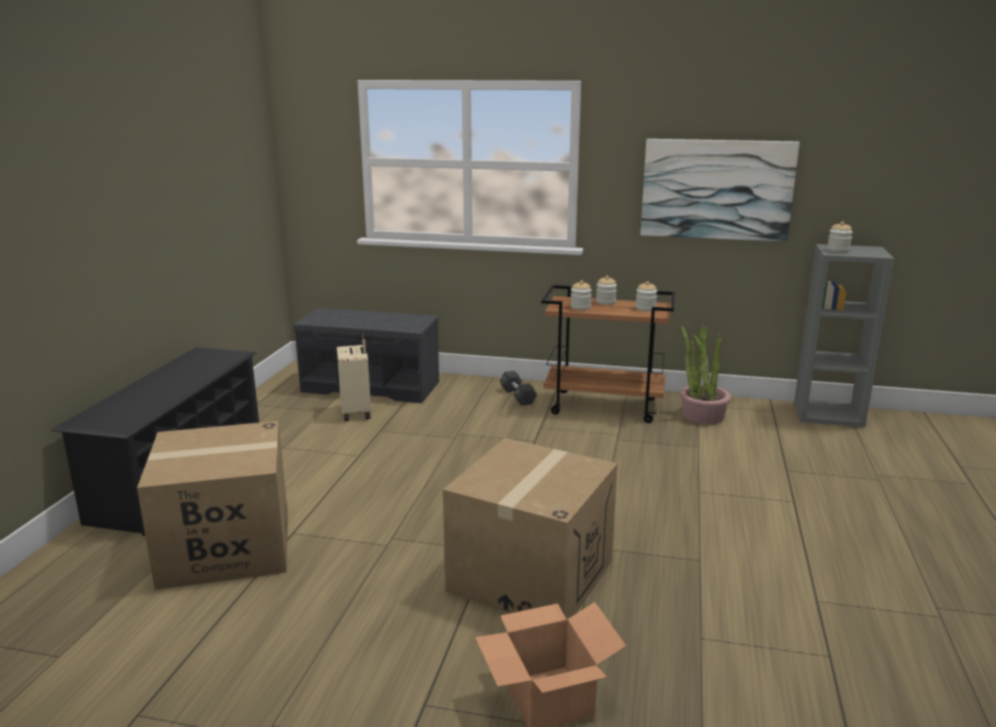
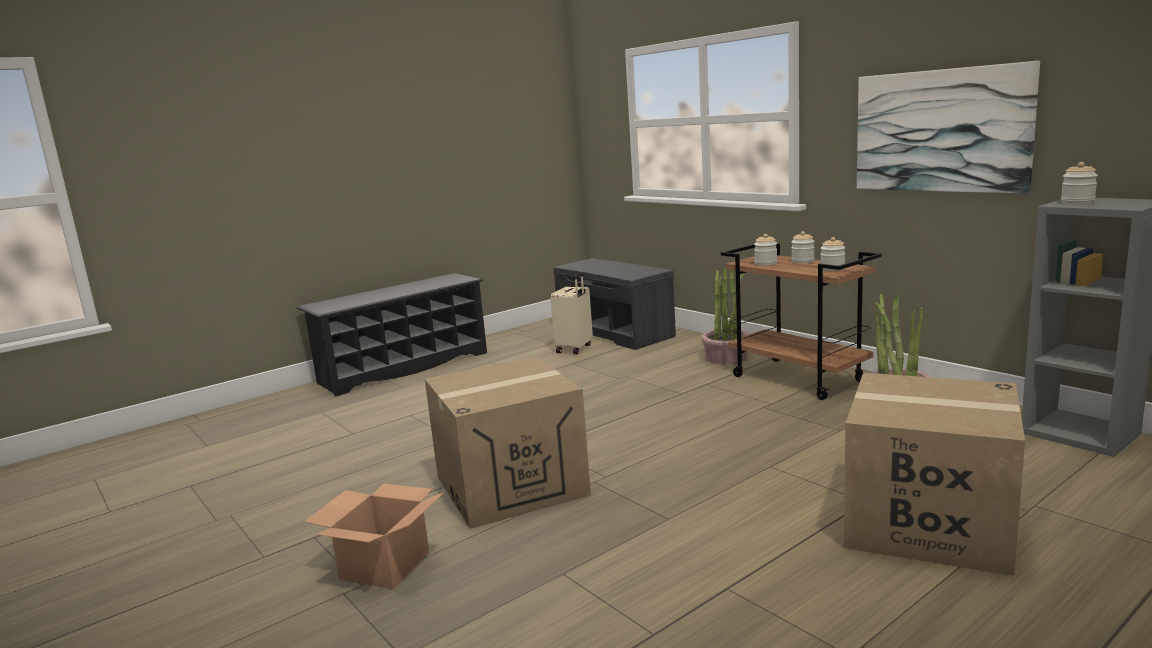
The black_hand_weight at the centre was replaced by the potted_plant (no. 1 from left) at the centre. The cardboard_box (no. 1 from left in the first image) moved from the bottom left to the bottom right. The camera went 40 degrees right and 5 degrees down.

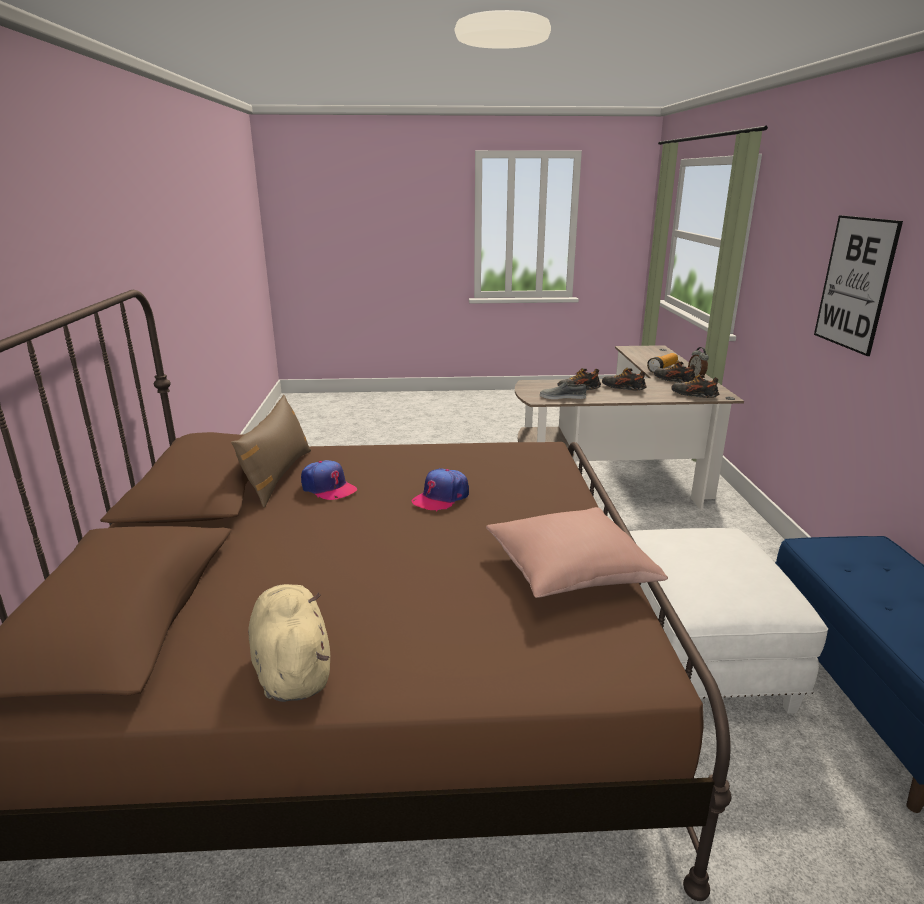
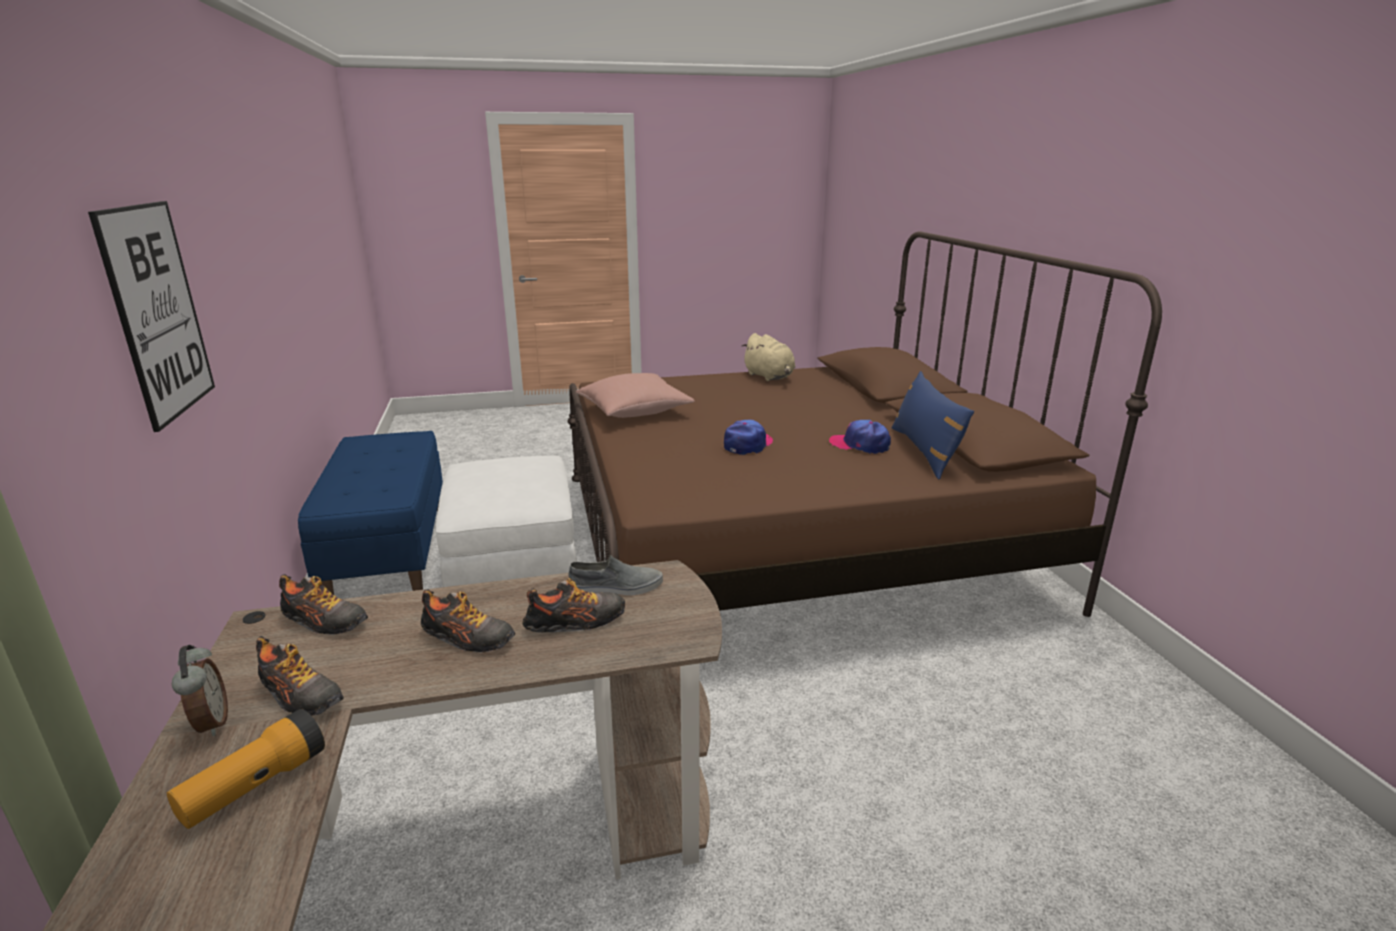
The brownish_pillow at the middle left became the blue_pillow at the middle right. The camera went 170 degrees right and 0 degrees up.

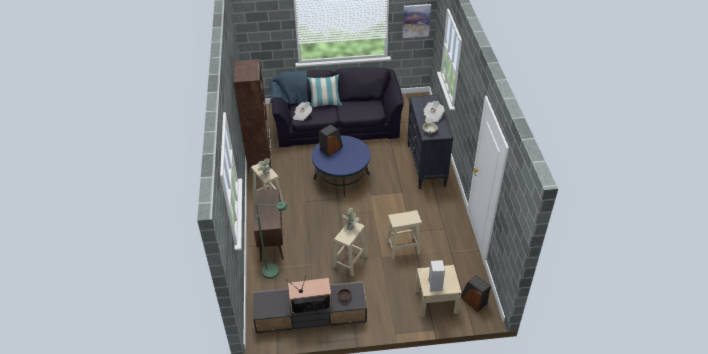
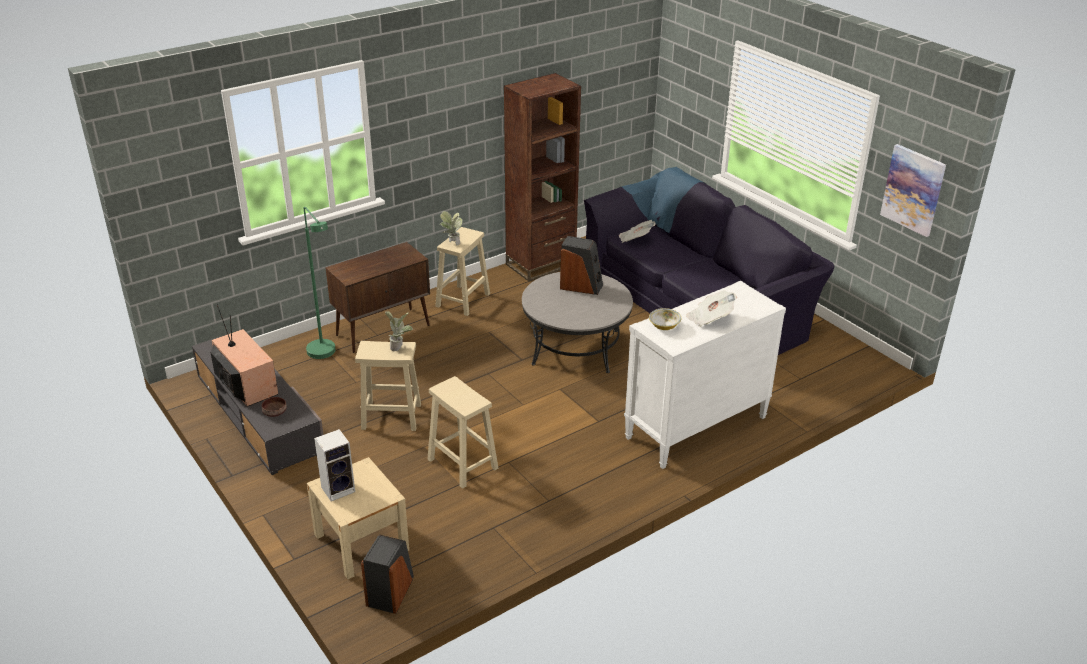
The blue_coffee_table at the centre became the gray_coffee_table at the centre. The black_dresser at the centre became the white_dresser at the centre. The pillow at the top centre disappeared. The camera went 60 degrees right and 10 degrees down.

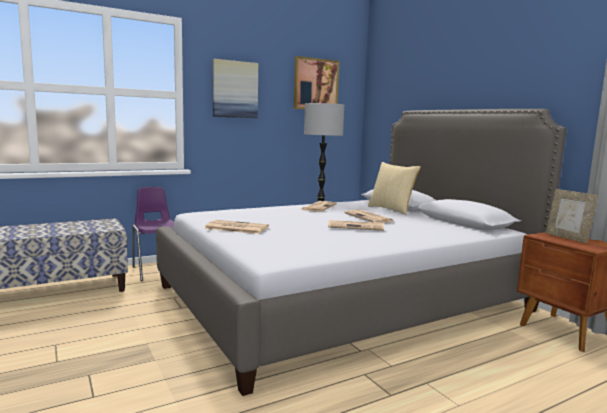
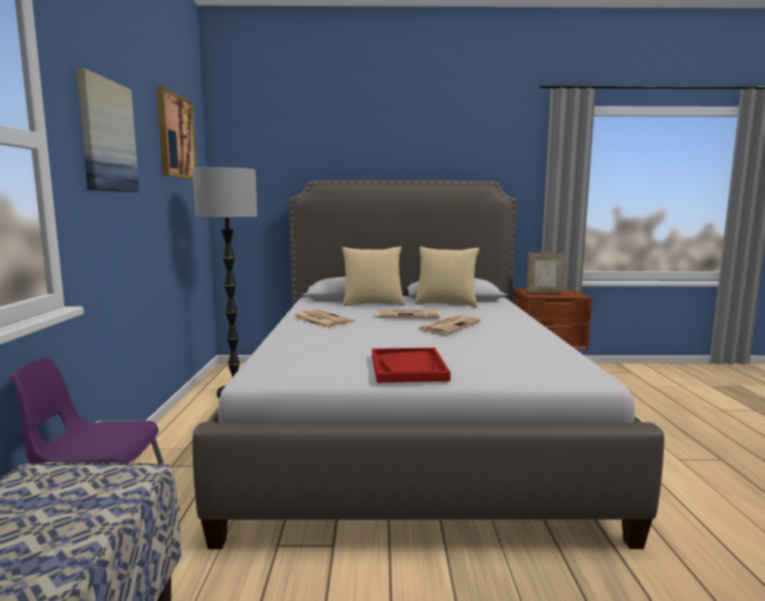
The newspaper (no. 1 from left) at the centre was replaced by the reddish_serving_tray at the centre. The pillow (no. 2 from left) at the centre appeared. The camera went 60 degrees left and 0 degrees up.

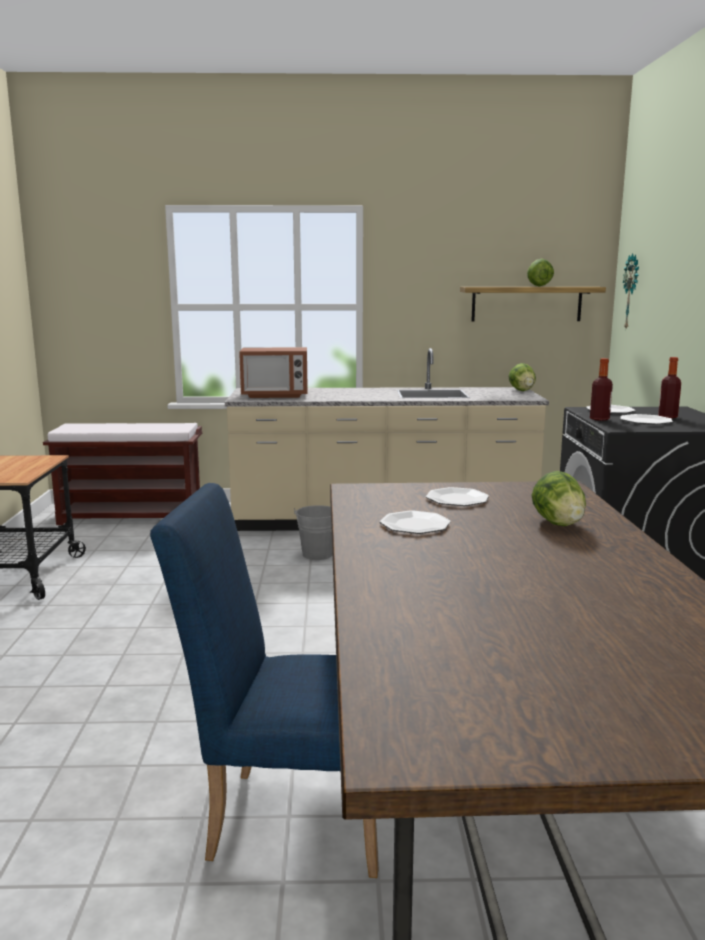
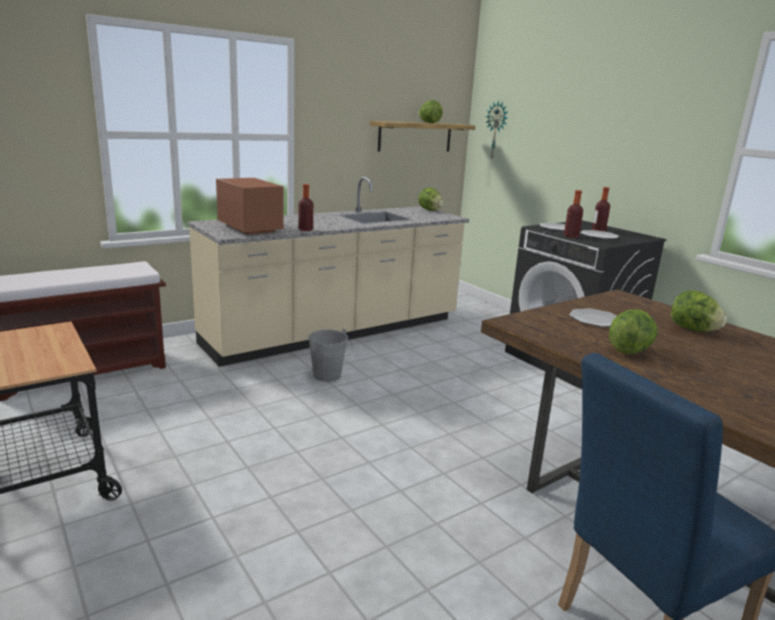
The microwave_oven at the centre turned 90 degrees counterclockwise. The drink_bottle (no. 1 from left) at the centre appeared. The dinner_plate (no. 1 from left) at the centre was replaced by the head_of_lettuce (no. 3 from left) at the middle right. The camera went 35 degrees left and 5 degrees up.

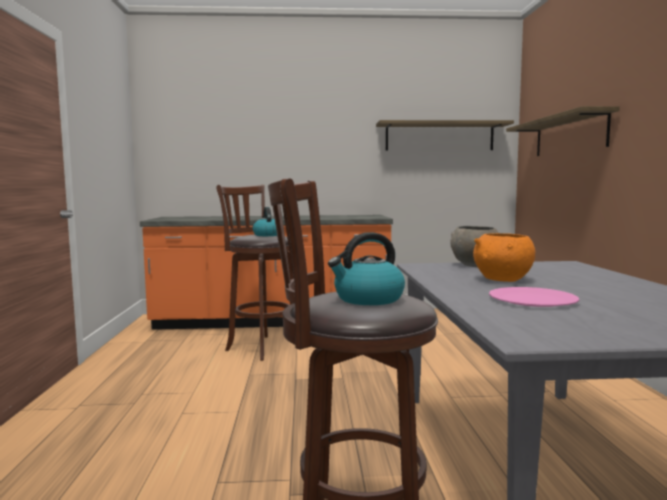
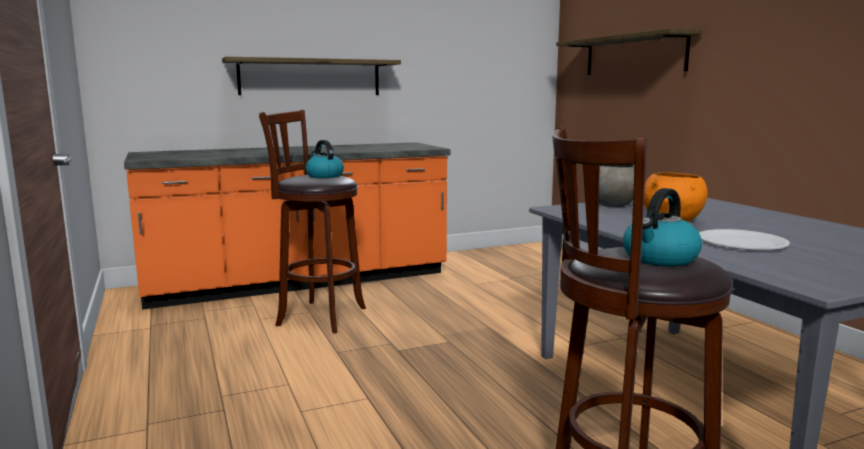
The bracket_shelf (no. 1 from left) moved from the top right to the top centre. The pink-coloured_dinner_plate at the middle right became the white_dinner_plate at the middle right. The camera went 20 degrees left and 5 degrees up.

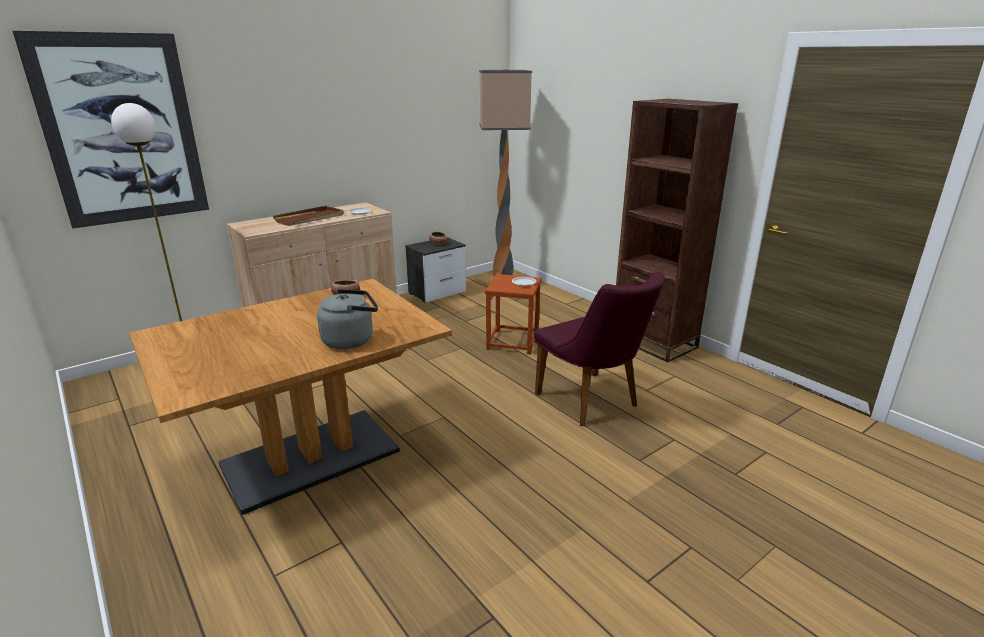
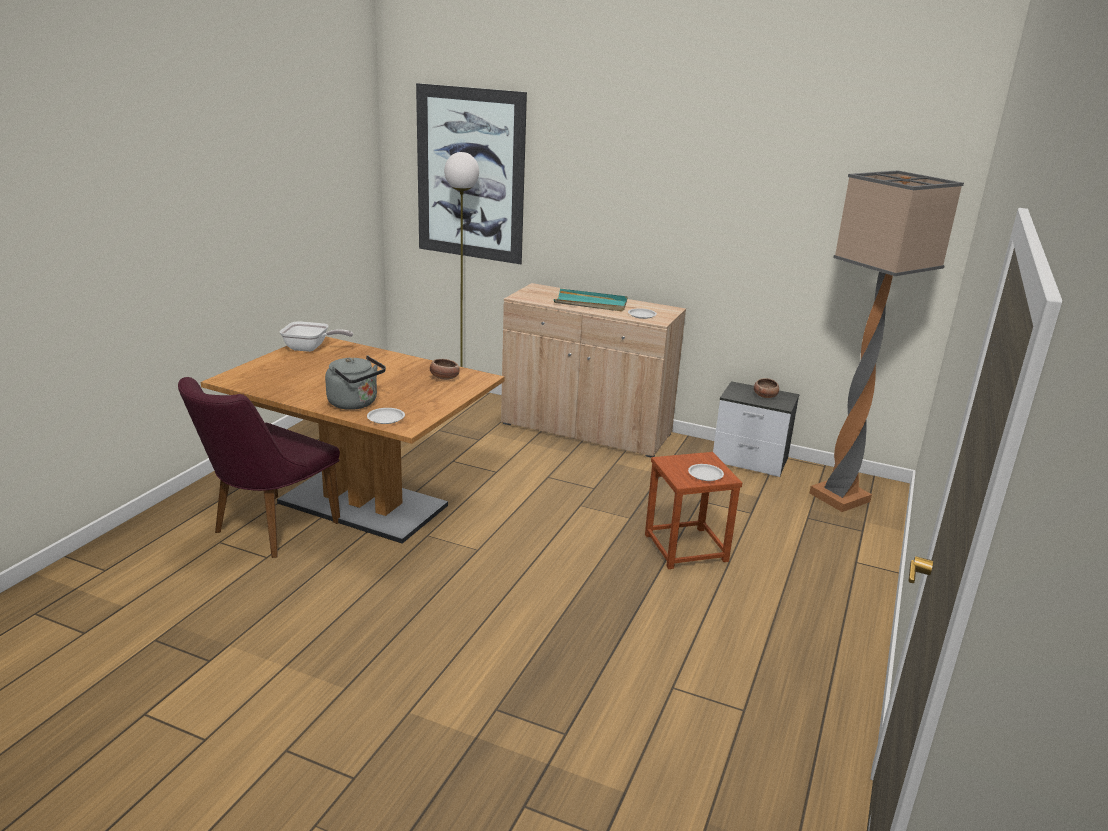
The purple_chair moved from the centre to the middle left. The pan at the middle left appeared. The white_dinner_plate (no. 1 from left) at the centre appeared. The brownish_serving_tray at the middle left became the blue-green_serving_tray at the centre. The brownish_shelving_unit at the middle right disappeared. The camera went 60 degrees right and 0 degrees up.

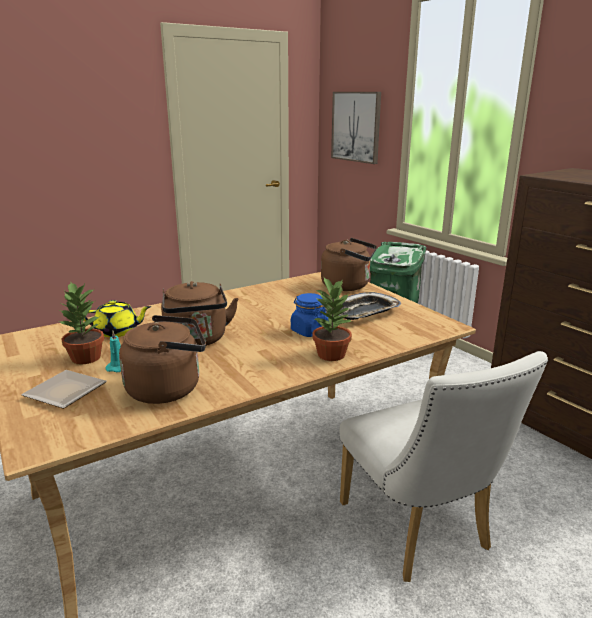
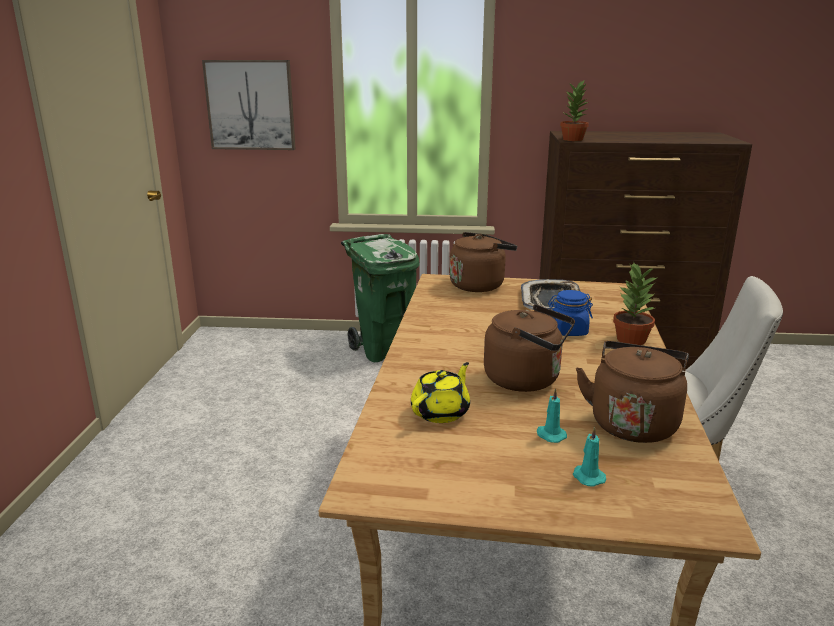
The potted_plant (no. 1 from left) moved from the middle left to the top right. The dinner_plate at the middle left was replaced by the blue-green_wax_candle (no. 2 from left) at the bottom right. The camera went 50 degrees left and 0 degrees up.

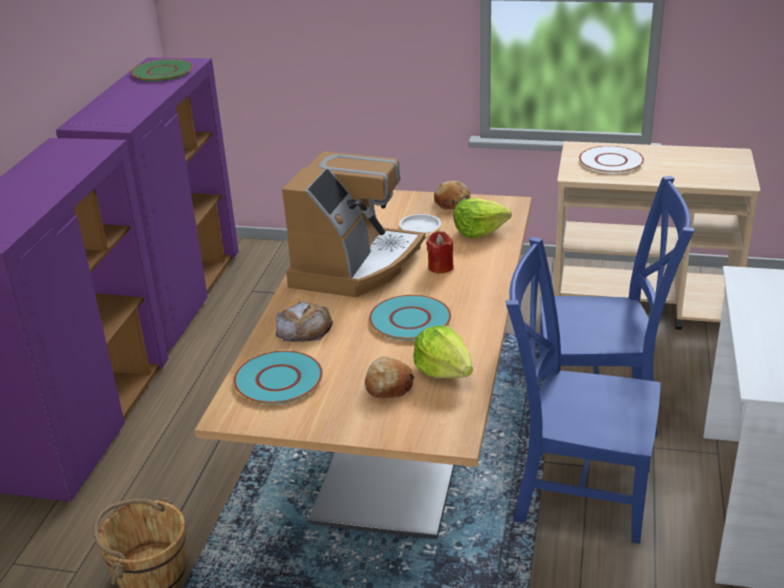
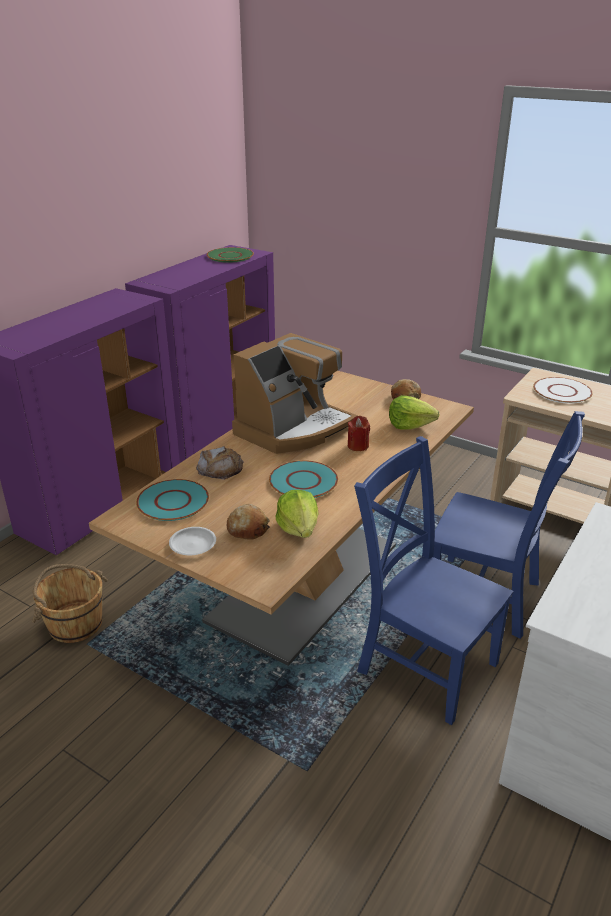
The white_dinner_plate (no. 1 from left) moved from the centre to the middle left. The camera went 20 degrees right and 0 degrees up.

